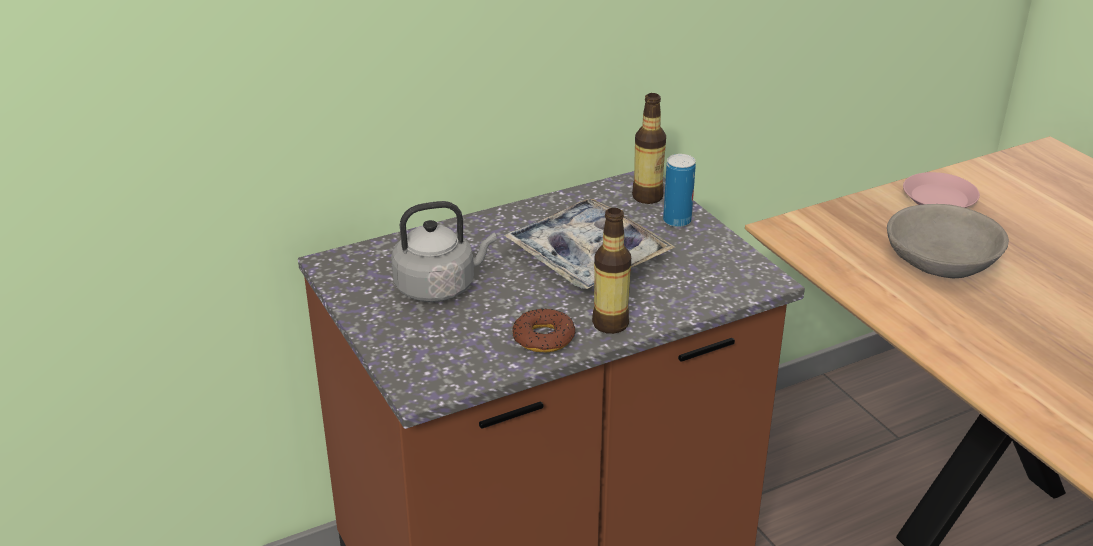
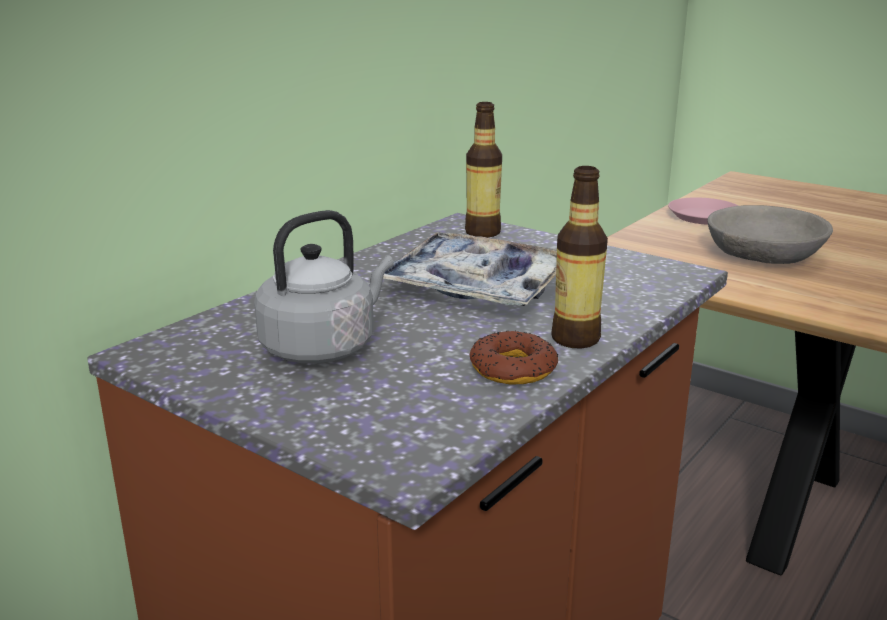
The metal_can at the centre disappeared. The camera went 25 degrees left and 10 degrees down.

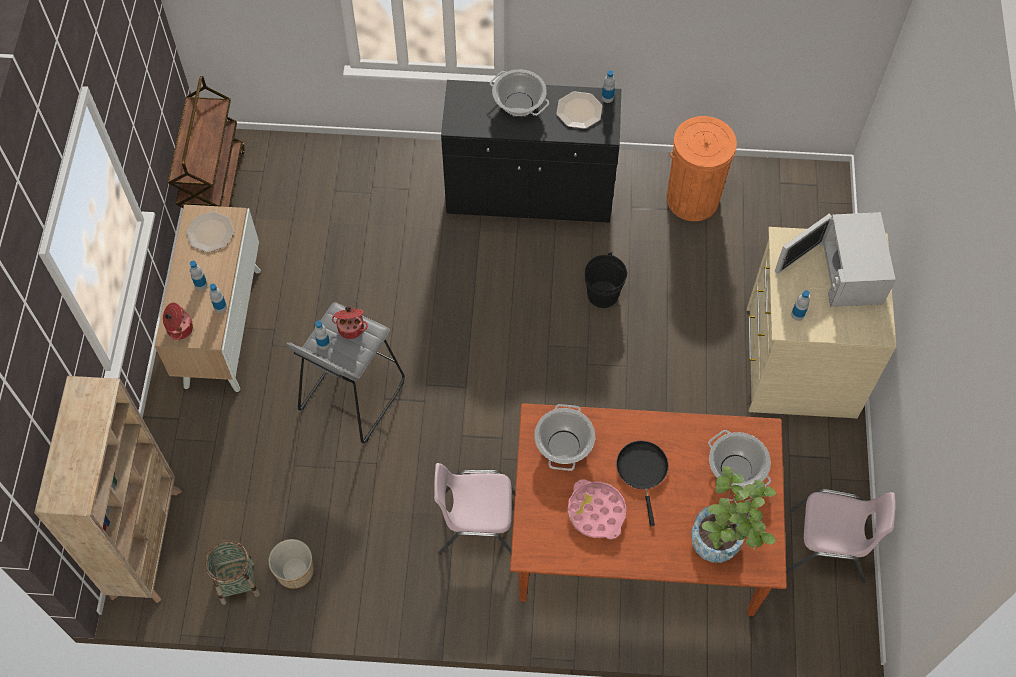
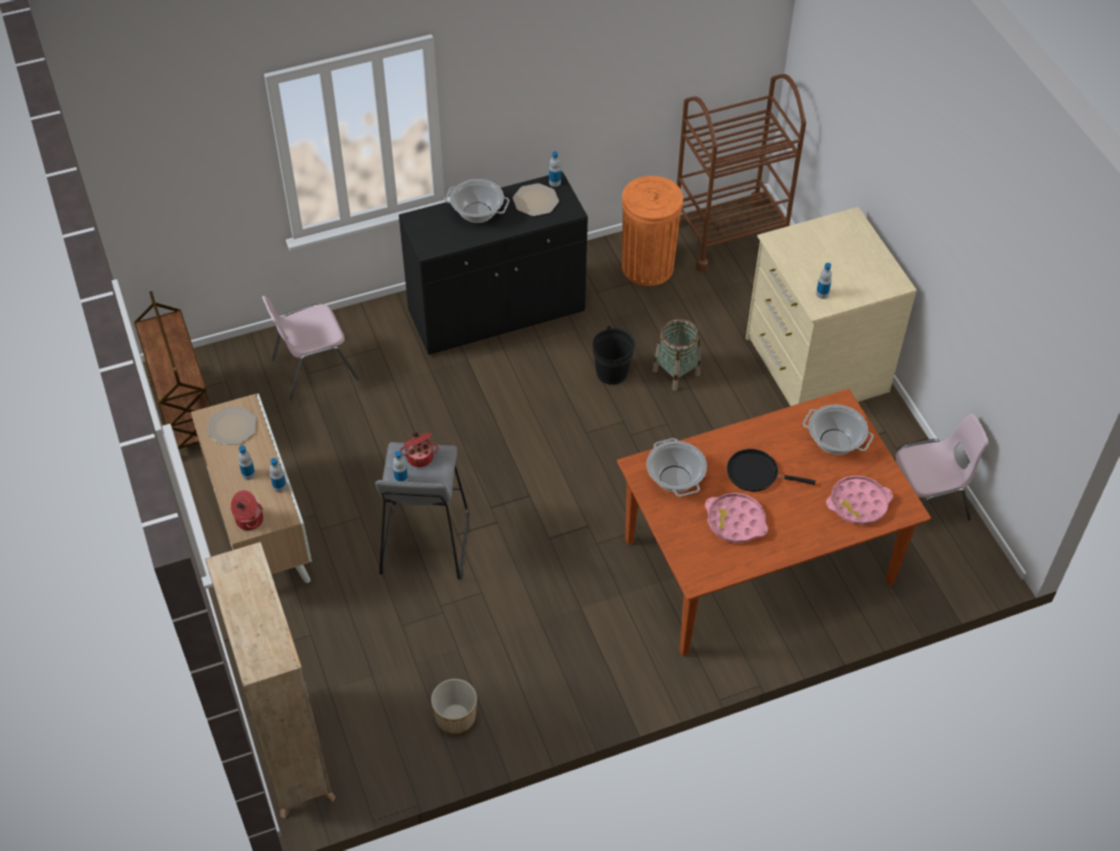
The pink-coloured_chair (no. 1 from left) moved from the bottom centre to the middle left. The basket moved from the bottom left to the centre. The brownish_cart (no. 2 from left) at the top centre appeared. The black_pan at the bottom centre turned 45 degrees counterclockwise. The potted_plant at the bottom right was replaced by the pink-coloured_serving_tray (no. 2 from left) at the middle right. The white_microwave_oven at the middle right disappeared. The camera went 25 degrees left and 10 degrees down.

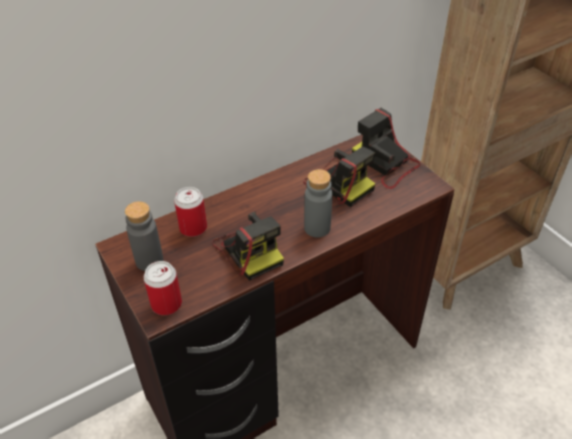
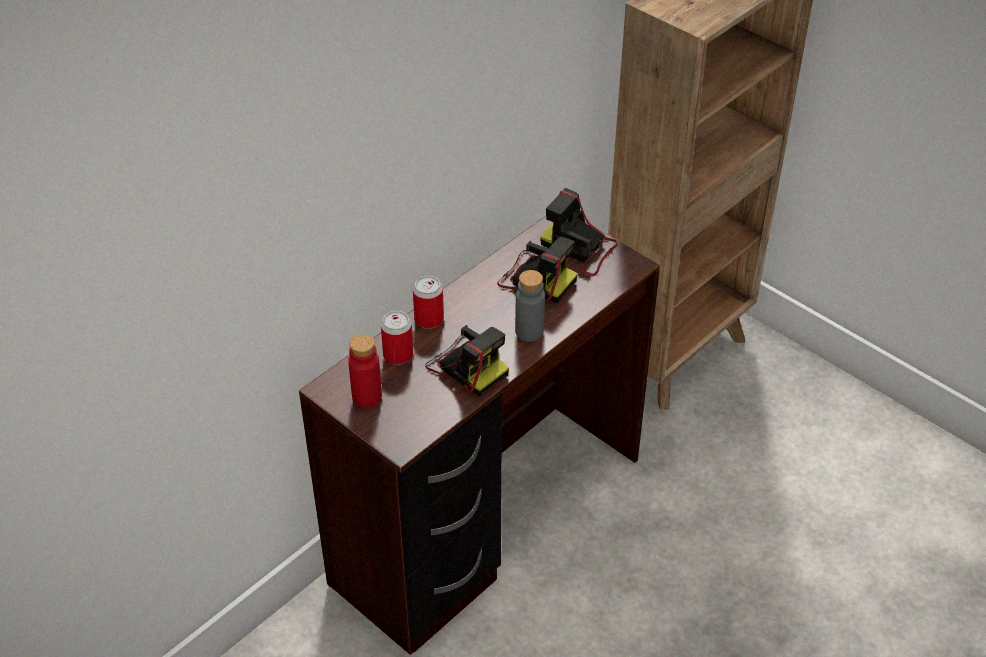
The gray_drink_bottle (no. 1 from left) at the middle left became the reddish_drink_bottle at the centre. The metal_can (no. 1 from left in the first image) moved from the middle left to the centre. The camera went 15 degrees left and 0 degrees up.

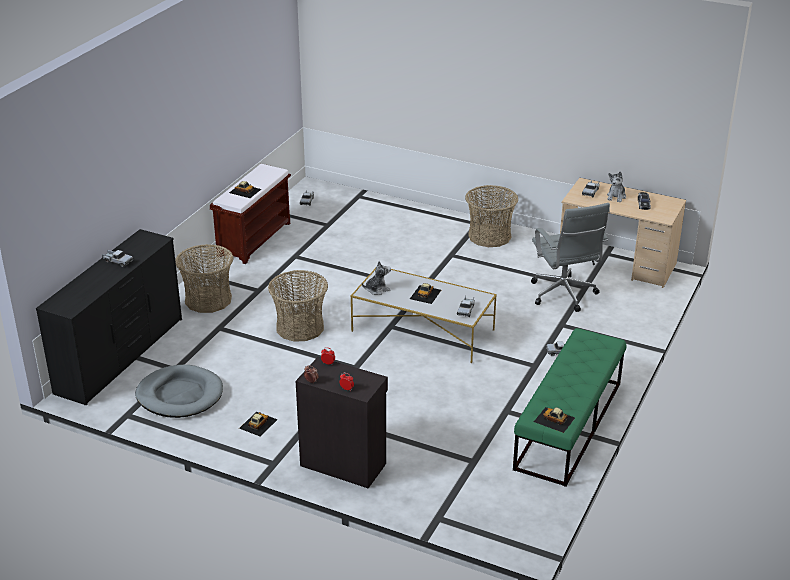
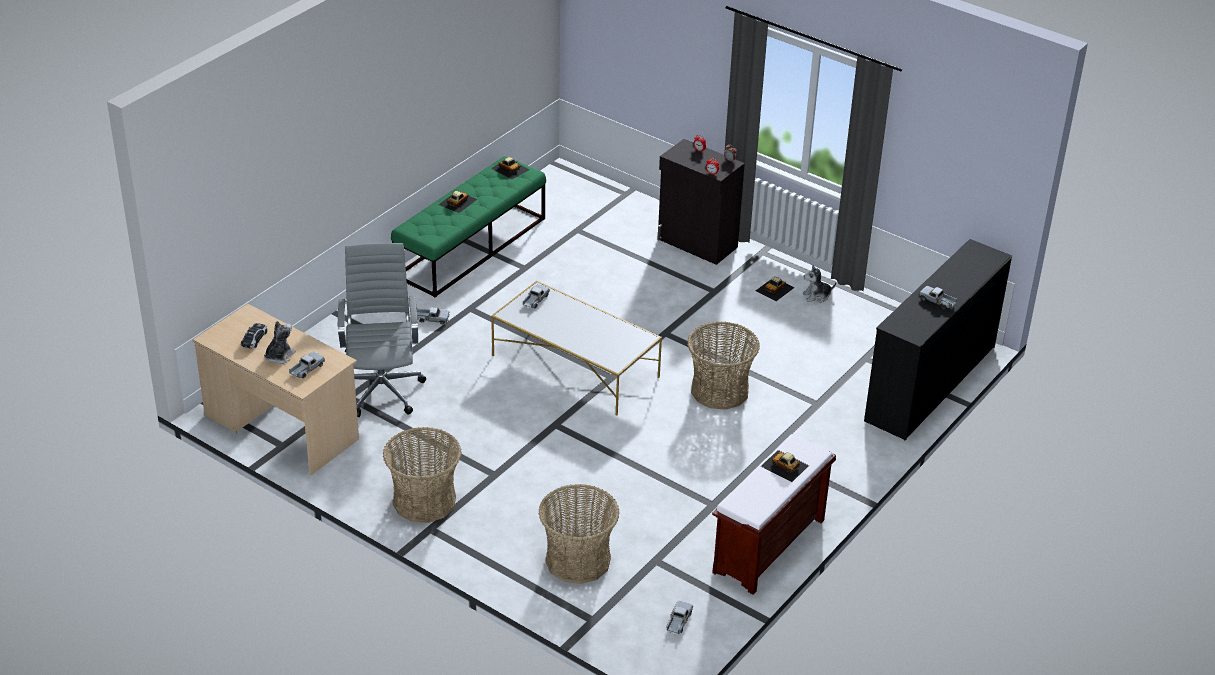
The miniature_car (no. 3 from left in the first image) moved from the centre to the top centre. The basket (no. 1 from left in the first image) moved from the middle left to the bottom centre. The plush_toy (no. 1 from left in the first image) moved from the centre to the middle right. The gray_dog_bed at the bottom left disappeared. The camera went 170 degrees left and 5 degrees up.

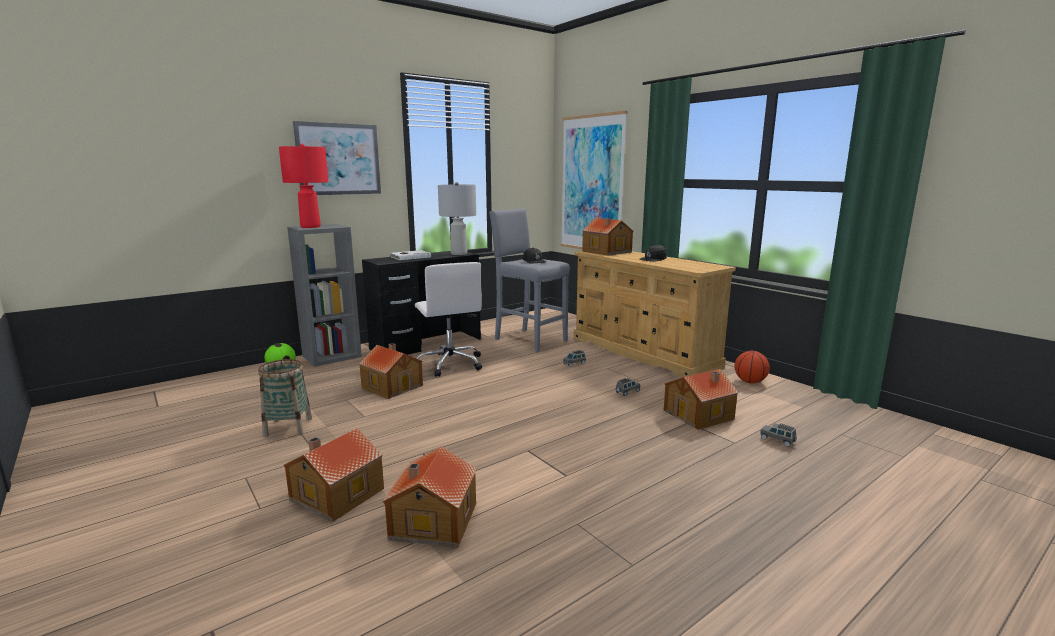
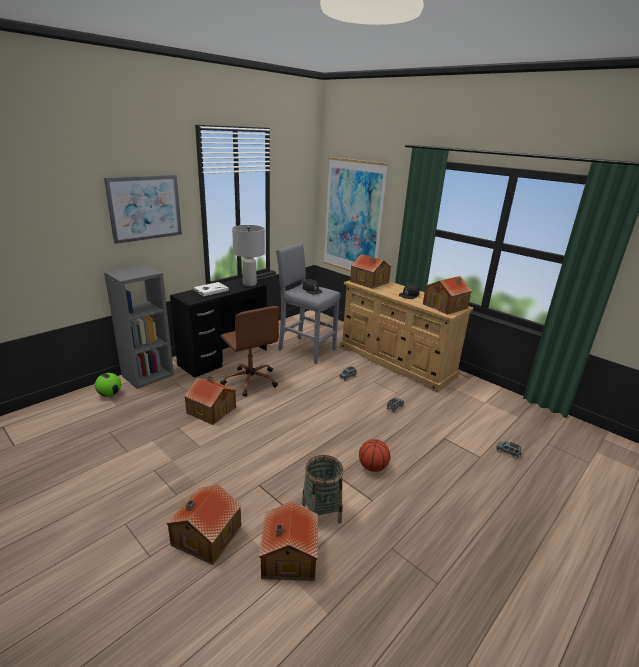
The white_office_chair at the centre became the brownish_office_chair at the centre. The basket moved from the middle left to the bottom centre. The basketball_ball moved from the middle right to the bottom centre. The miniature_house (no. 5 from left) moved from the centre to the middle right. The reddish_lamp_for_a_table at the top left disappeared. The camera went 10 degrees left and 10 degrees up.

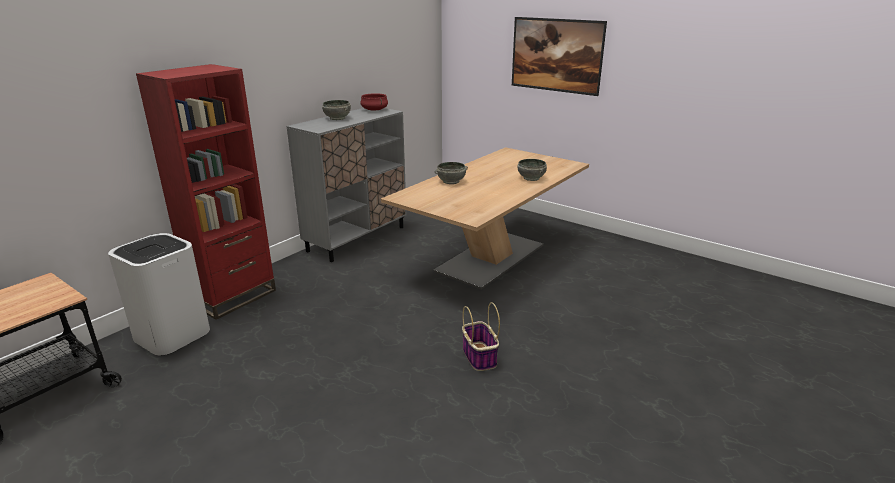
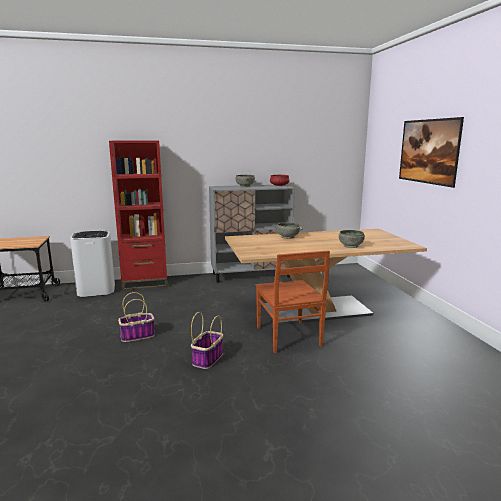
The basket (no. 1 from left) at the middle left appeared. The brownish_chair at the centre appeared. The camera went 40 degrees right and 10 degrees down.

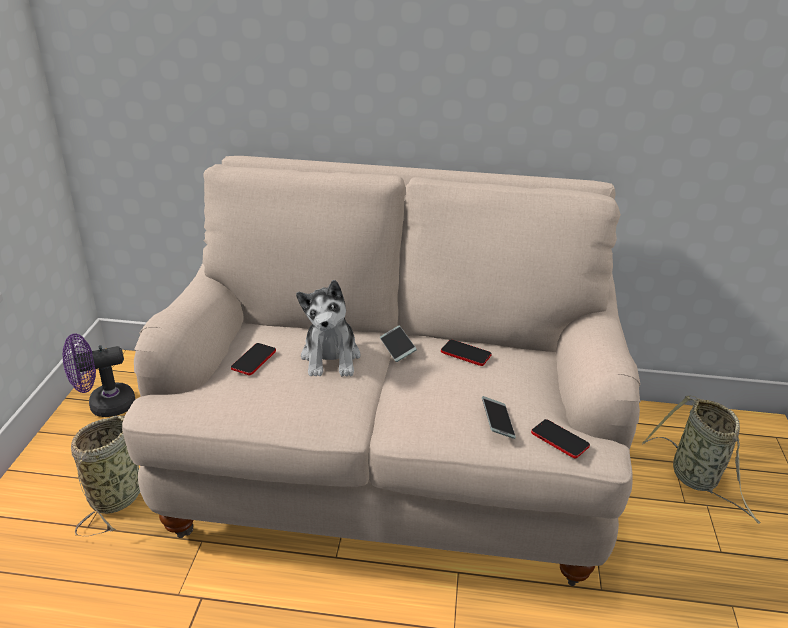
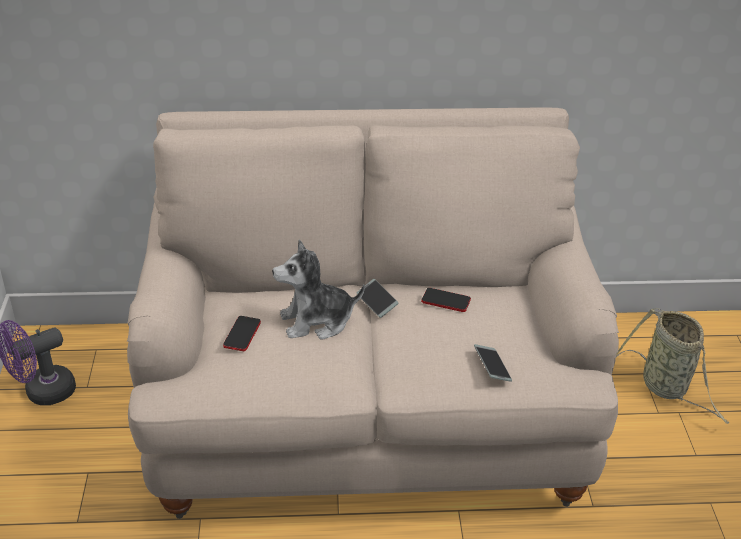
The plush_toy at the centre turned 90 degrees clockwise. The basket (no. 1 from left) at the bottom left disappeared. The phone (no. 5 from left) at the bottom right disappeared. The camera went 10 degrees left and 5 degrees up.

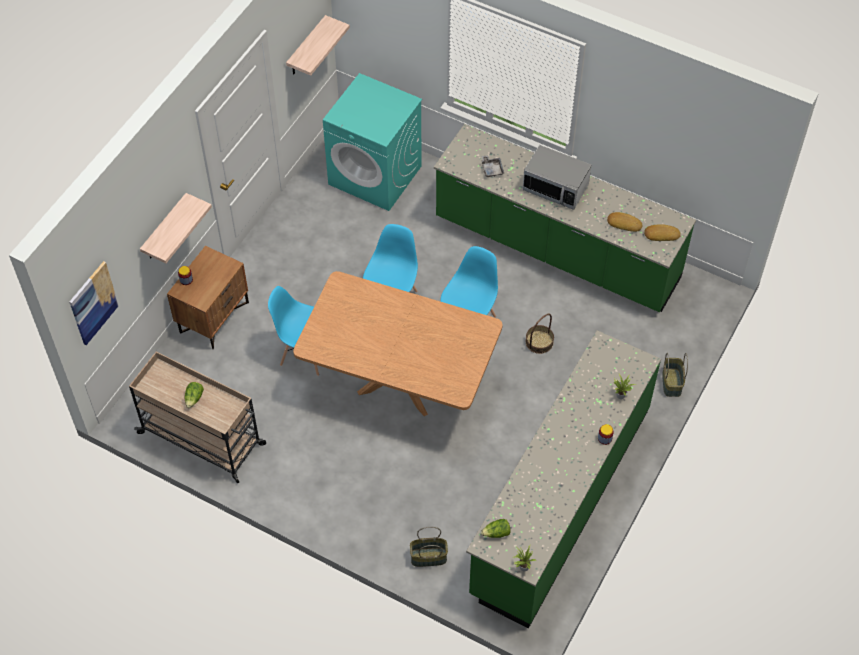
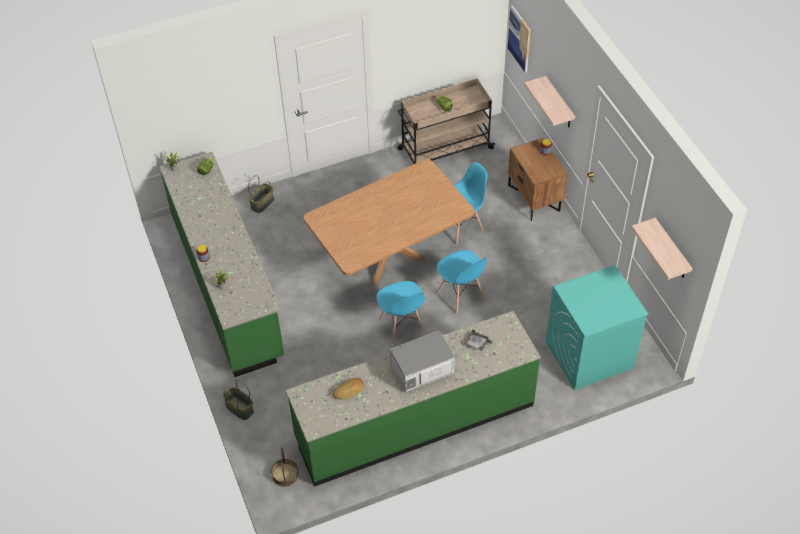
The basket (no. 2 from left in the first image) moved from the centre to the bottom centre. The baked_bread (no. 2 from left) at the middle right disappeared. The camera went 130 degrees right and 5 degrees down.

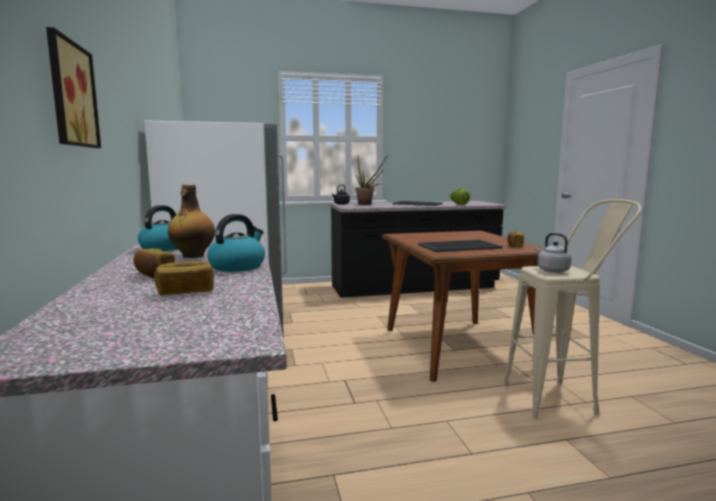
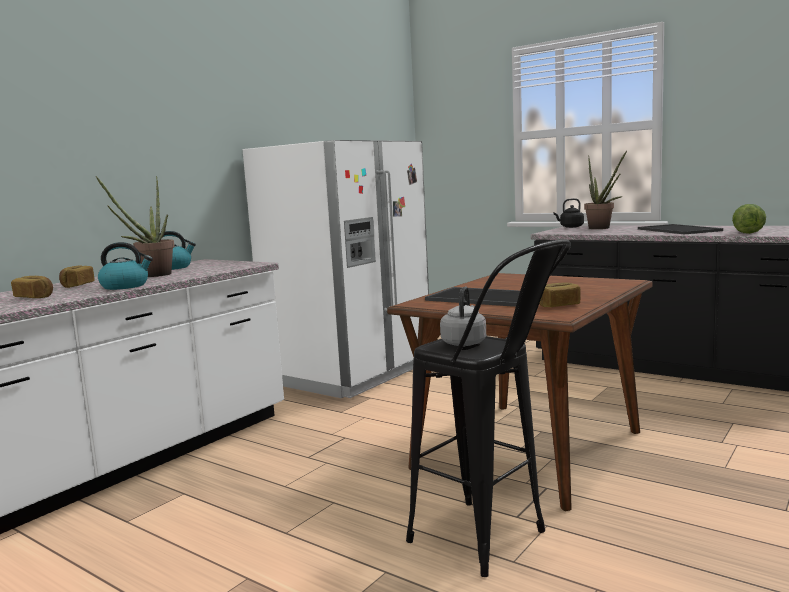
The drink_bottle at the middle left was replaced by the potted_plant (no. 1 from left) at the middle left. The sand-coloured_stool_seat at the middle right became the black_stool_seat at the bottom centre. The picture at the top left disappeared. The camera went 50 degrees right and 0 degrees up.

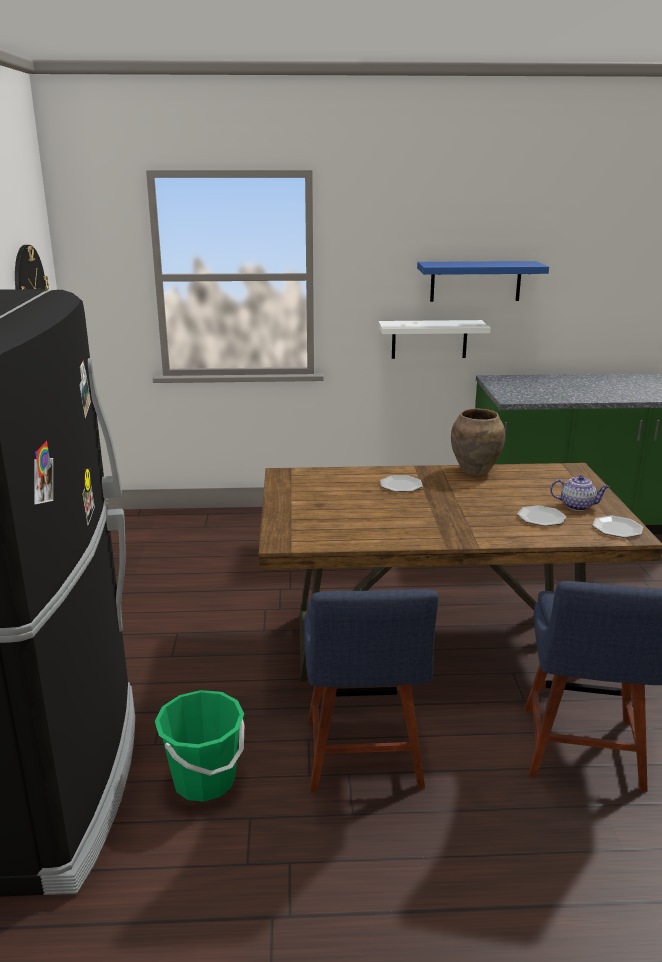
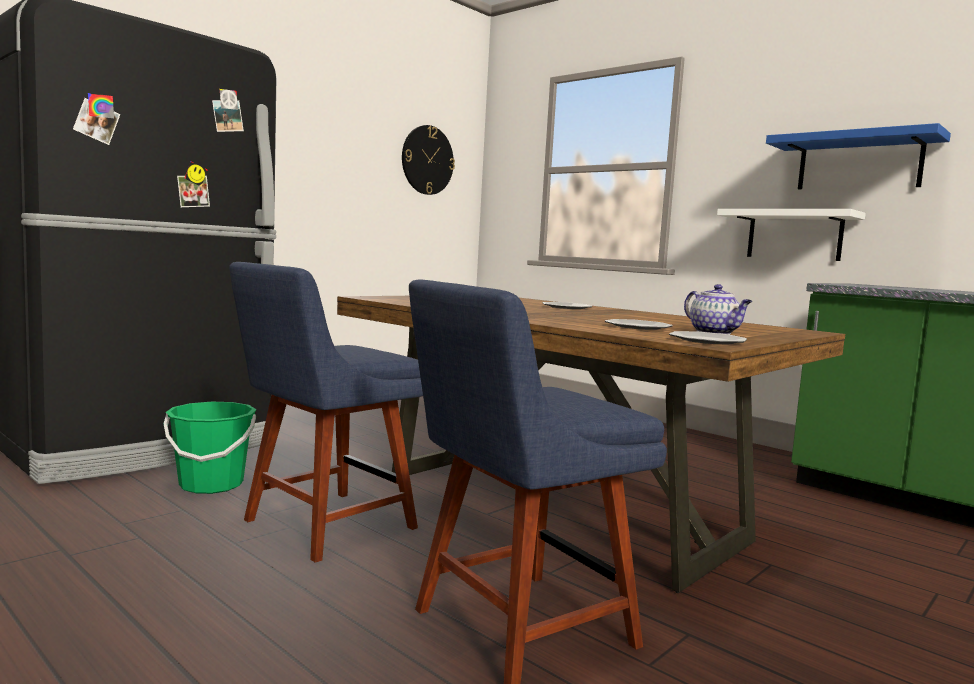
The brownish_vase at the middle right disappeared. The camera went 45 degrees right and 15 degrees down.

